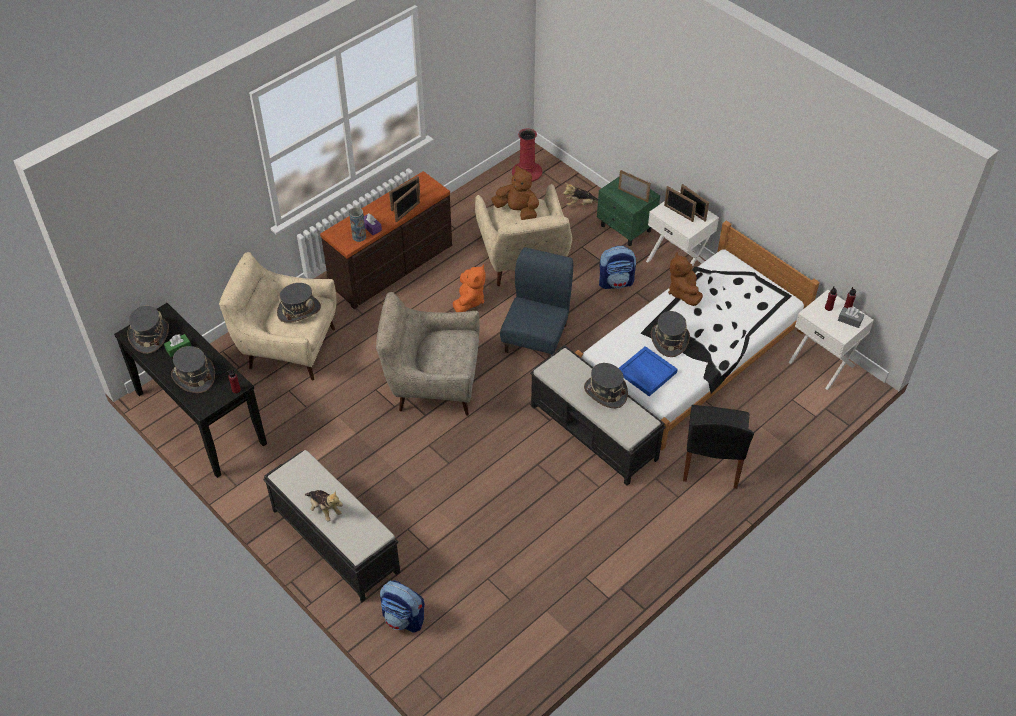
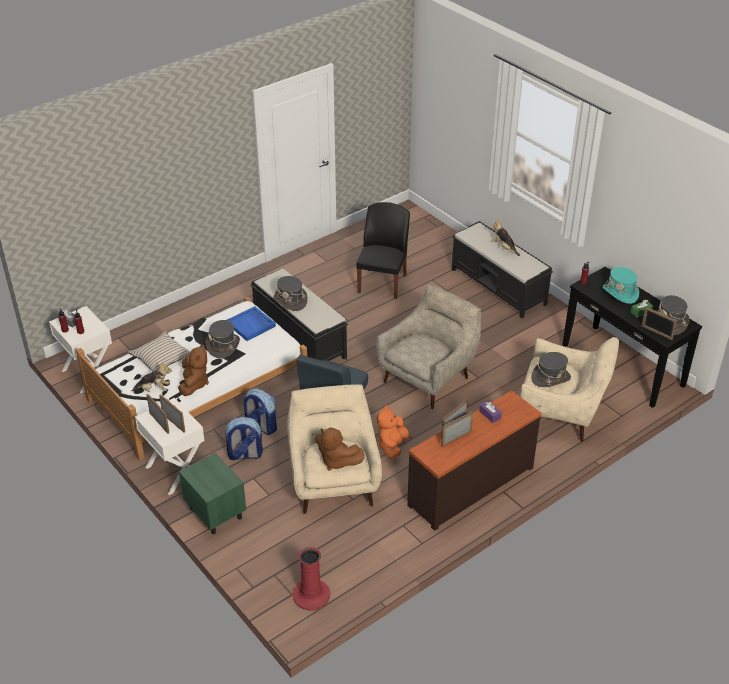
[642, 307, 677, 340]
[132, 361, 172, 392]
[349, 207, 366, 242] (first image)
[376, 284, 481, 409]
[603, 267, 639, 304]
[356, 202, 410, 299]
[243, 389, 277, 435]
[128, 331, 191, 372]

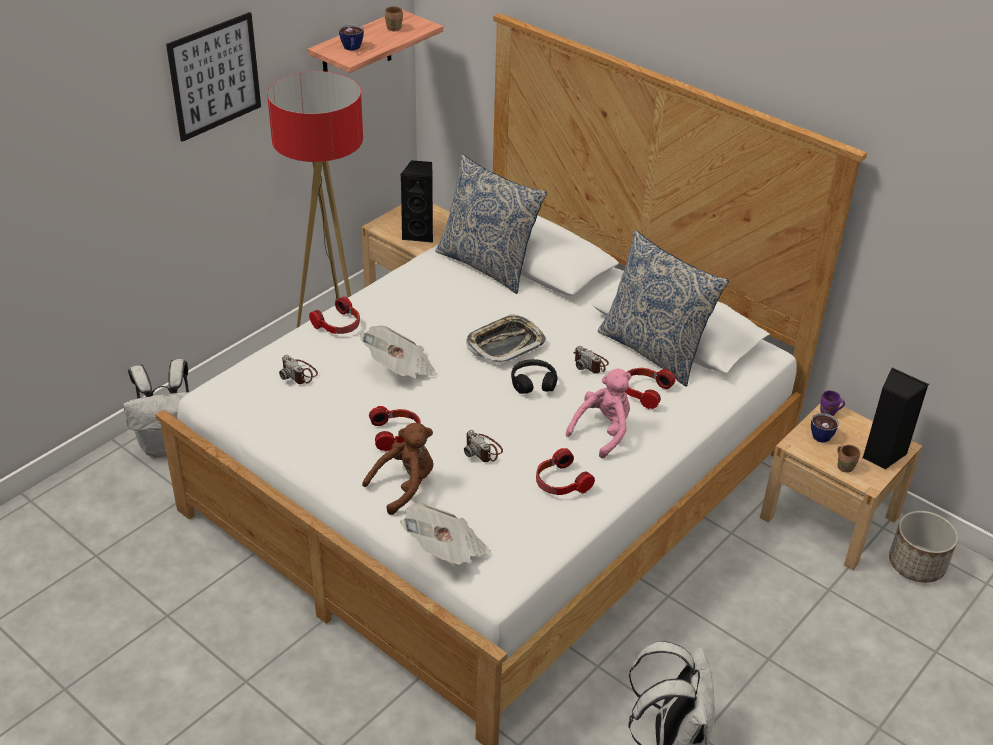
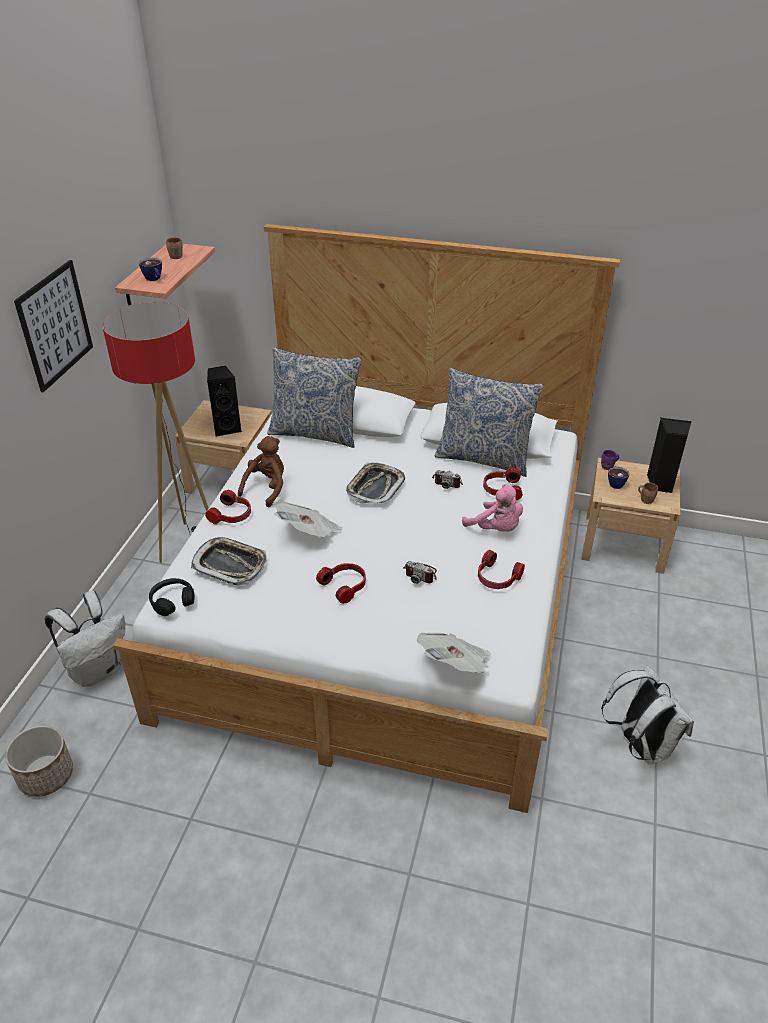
[191, 537, 266, 586]
[149, 578, 195, 616]
[462, 484, 523, 532]
[238, 436, 284, 507]
[5, 725, 73, 797]

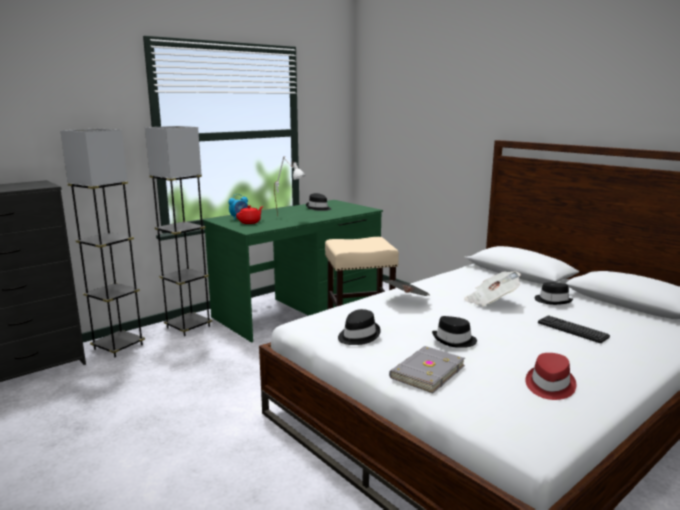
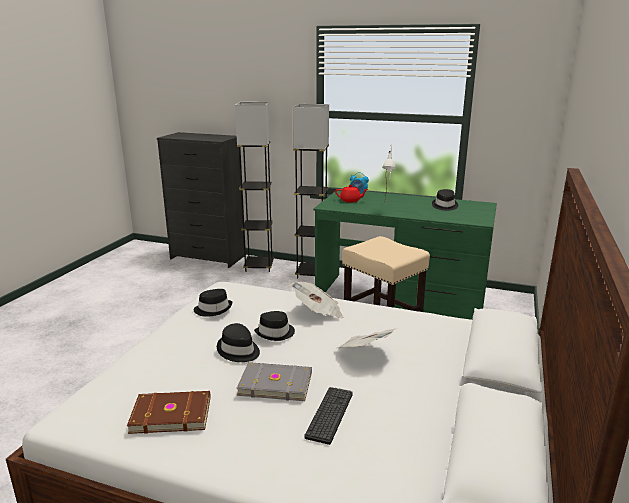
[254, 311, 295, 341]
[237, 362, 312, 401]
[127, 391, 210, 434]

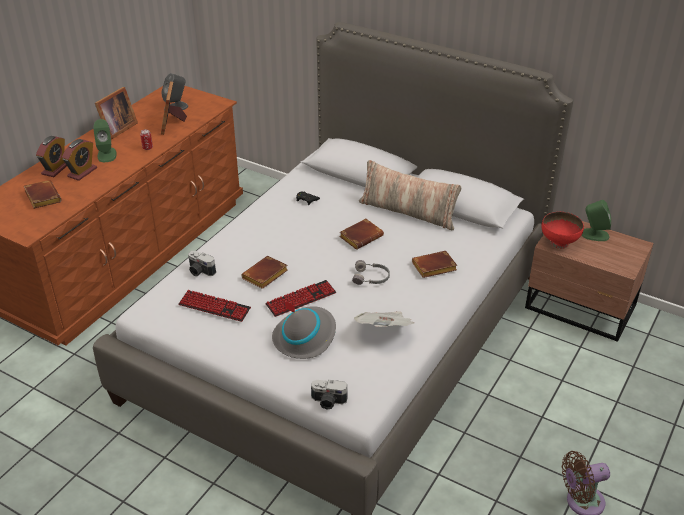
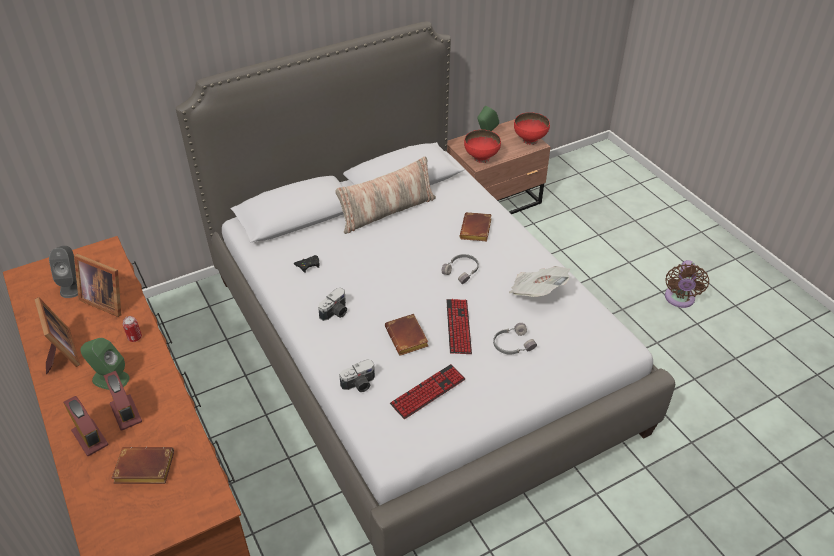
[339, 219, 384, 250] (first image)
[493, 323, 537, 355]
[318, 288, 347, 321]
[514, 112, 550, 145]

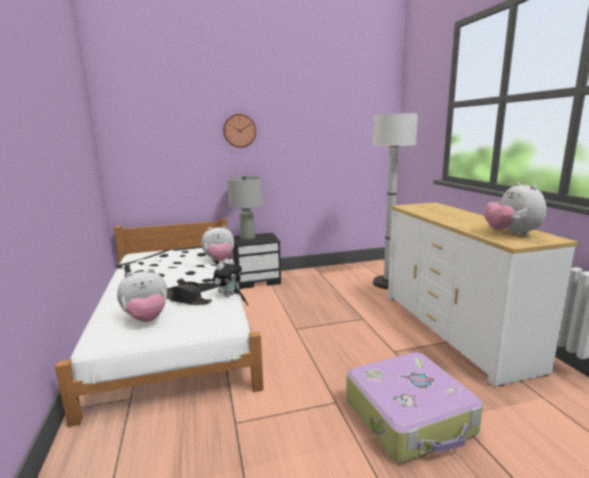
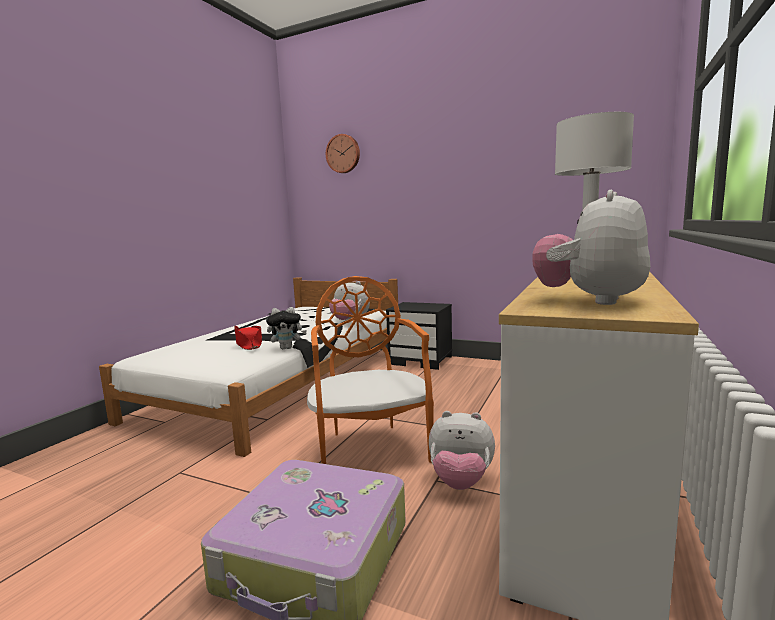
[326, 134, 360, 173]
[227, 176, 263, 240] (first image)
[429, 411, 495, 490]
[234, 326, 262, 350]
[307, 276, 434, 464]

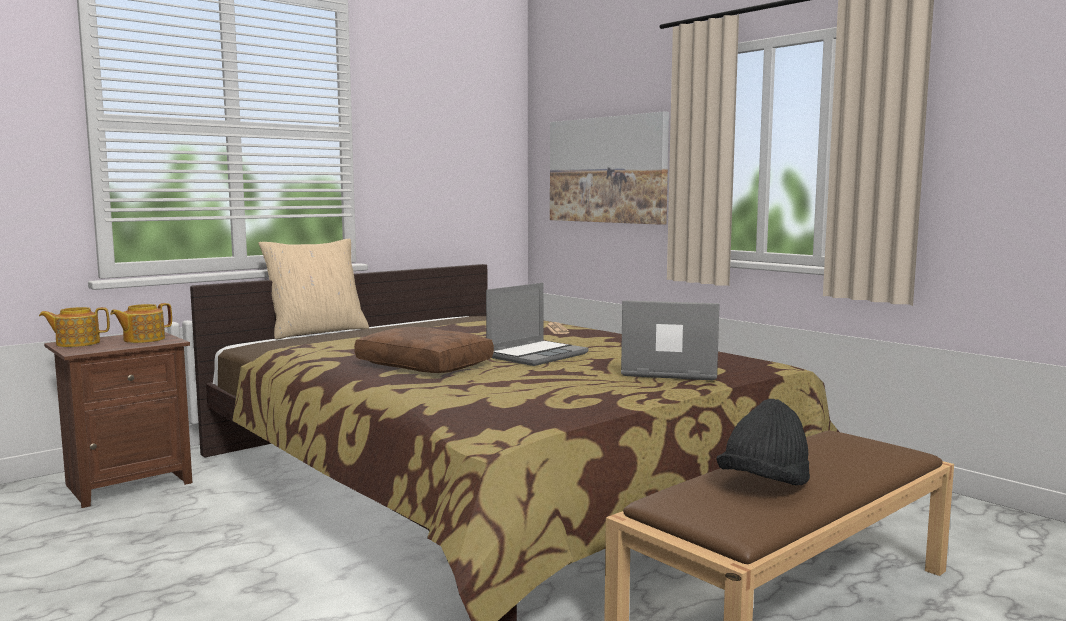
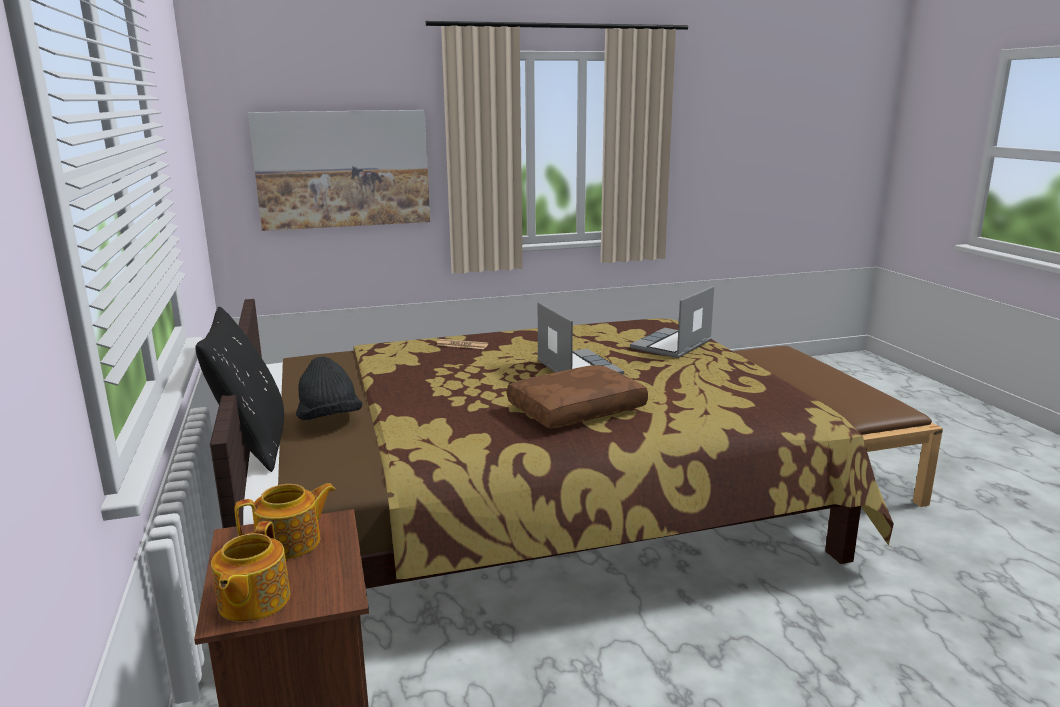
[195, 307, 284, 472]
[234, 483, 336, 559]
[296, 356, 363, 420]

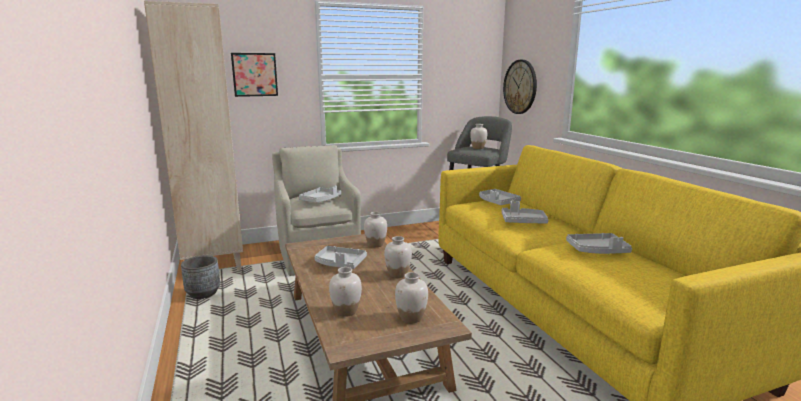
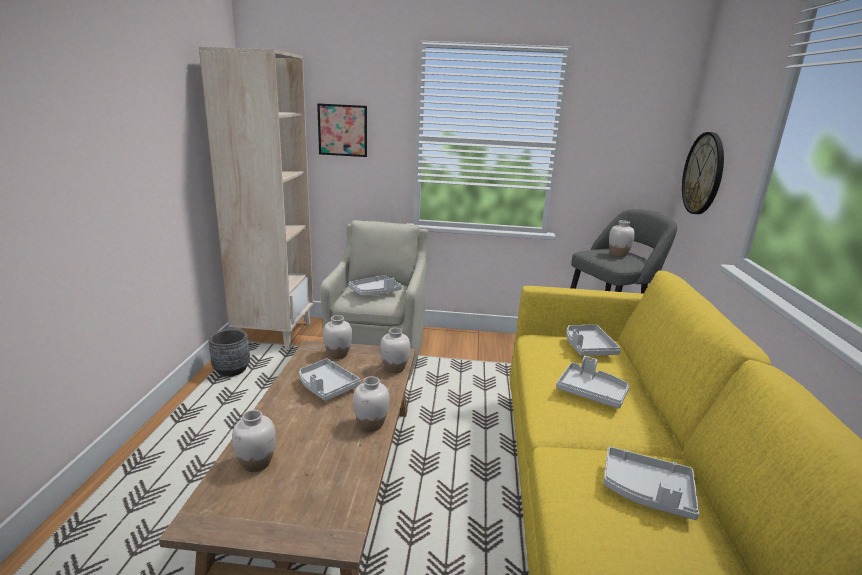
[323, 315, 352, 359]

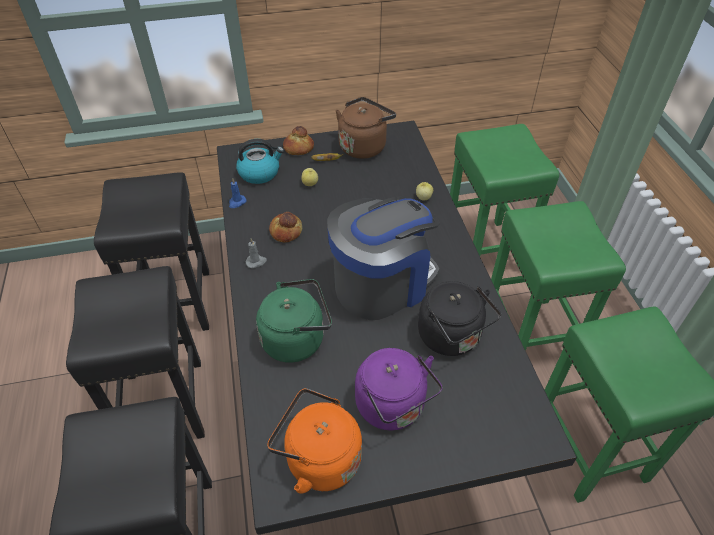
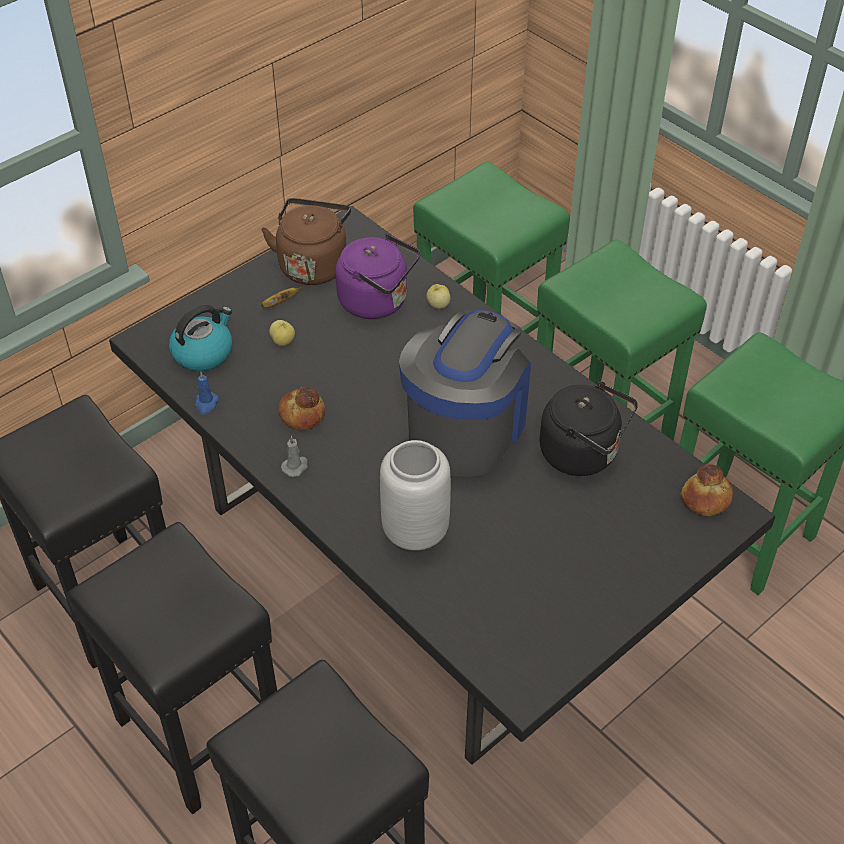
[681, 464, 733, 516]
[380, 440, 451, 551]
[335, 234, 421, 319]
[267, 388, 362, 494] (first image)

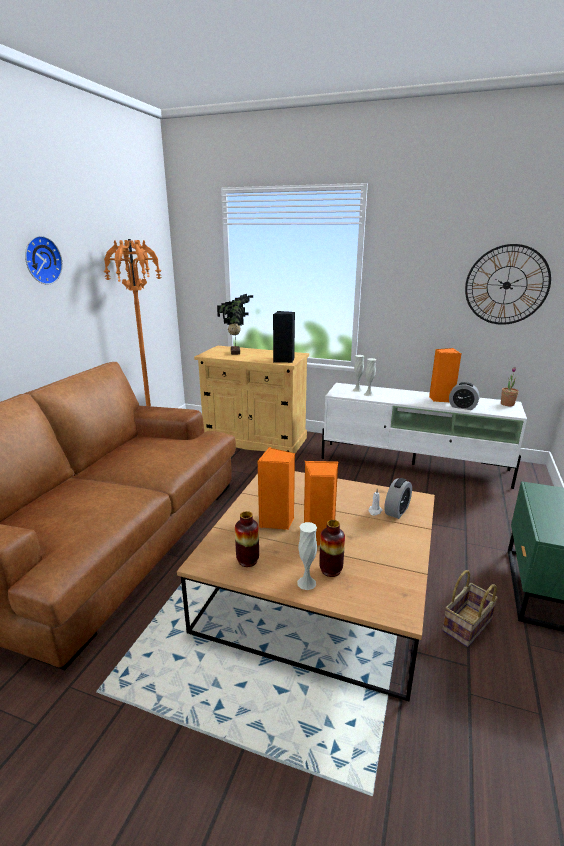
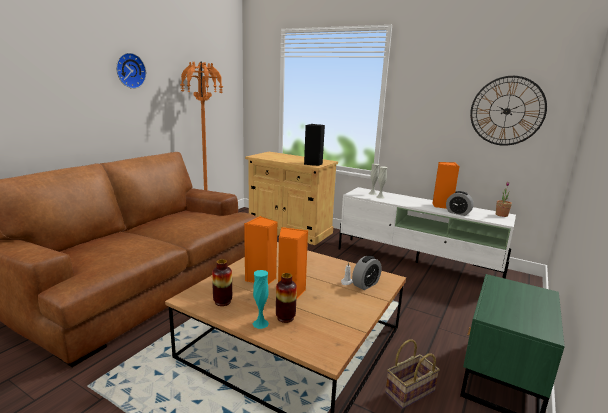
[217, 294, 253, 355] (first image)
[253, 270, 269, 329]

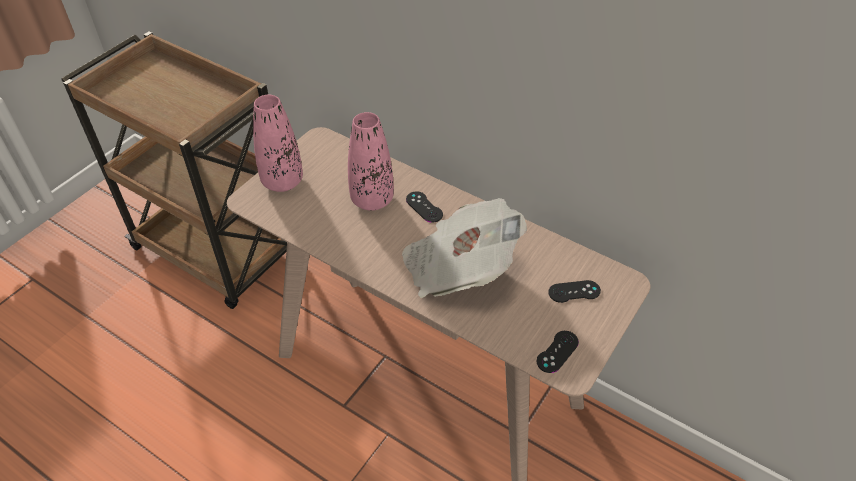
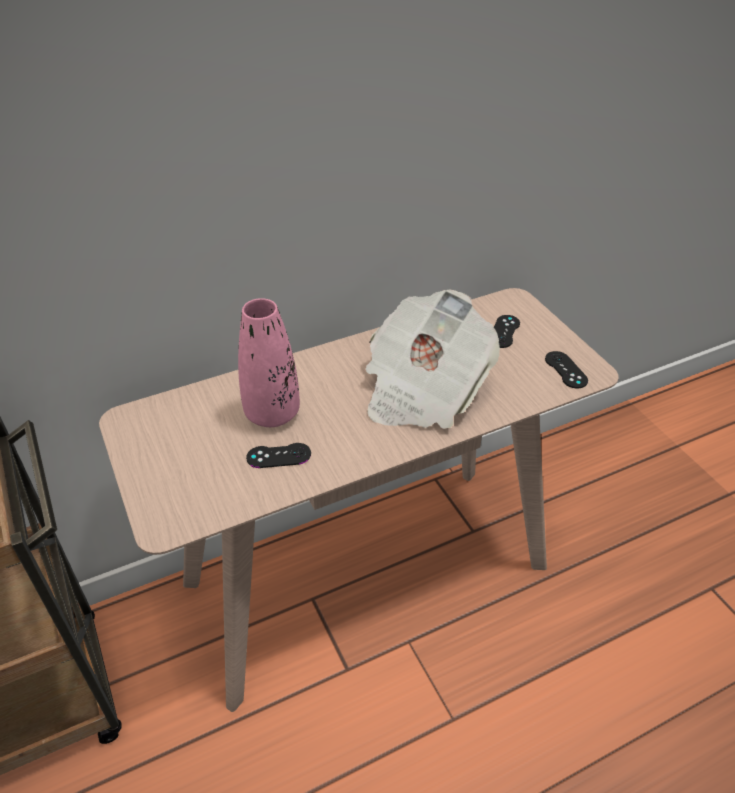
[253, 95, 303, 192] (first image)
[246, 443, 311, 468]

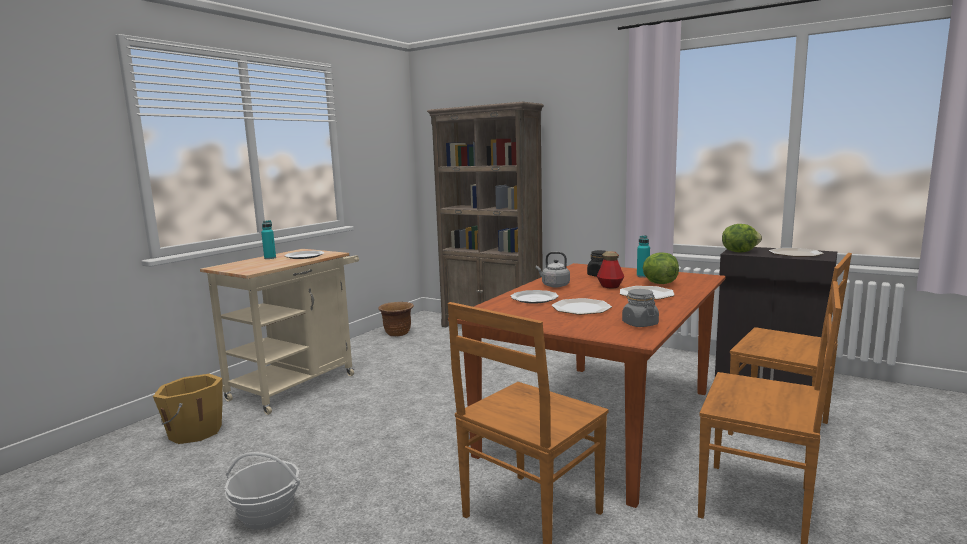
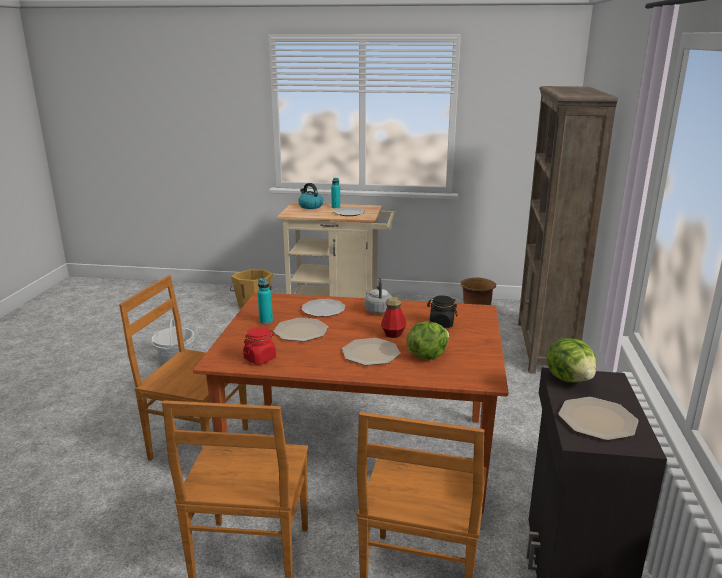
[258, 278, 273, 324]
[243, 327, 276, 365]
[298, 183, 323, 209]

